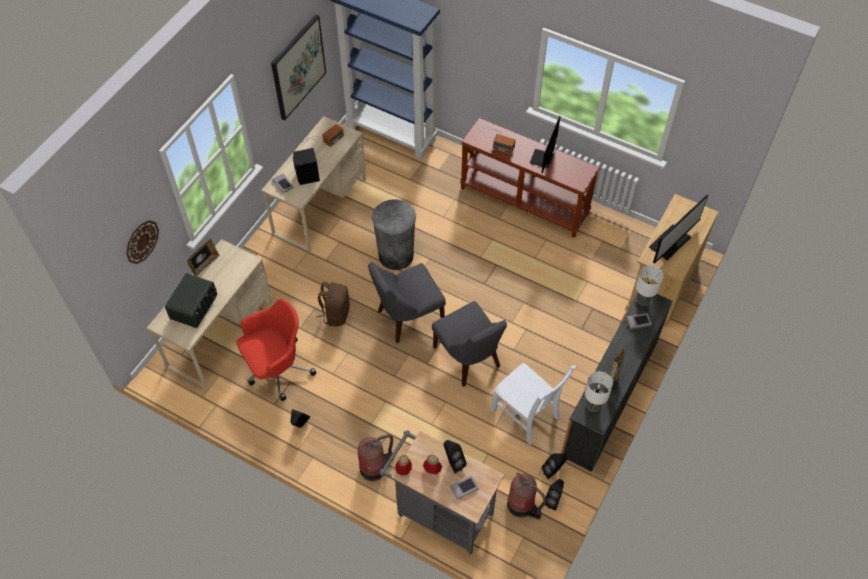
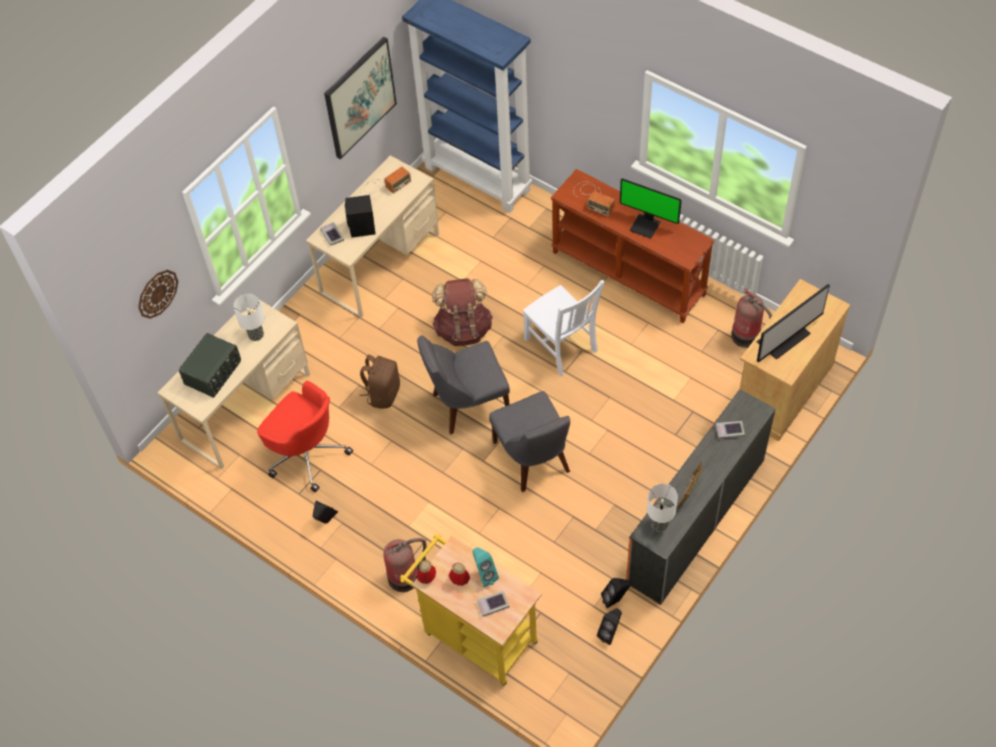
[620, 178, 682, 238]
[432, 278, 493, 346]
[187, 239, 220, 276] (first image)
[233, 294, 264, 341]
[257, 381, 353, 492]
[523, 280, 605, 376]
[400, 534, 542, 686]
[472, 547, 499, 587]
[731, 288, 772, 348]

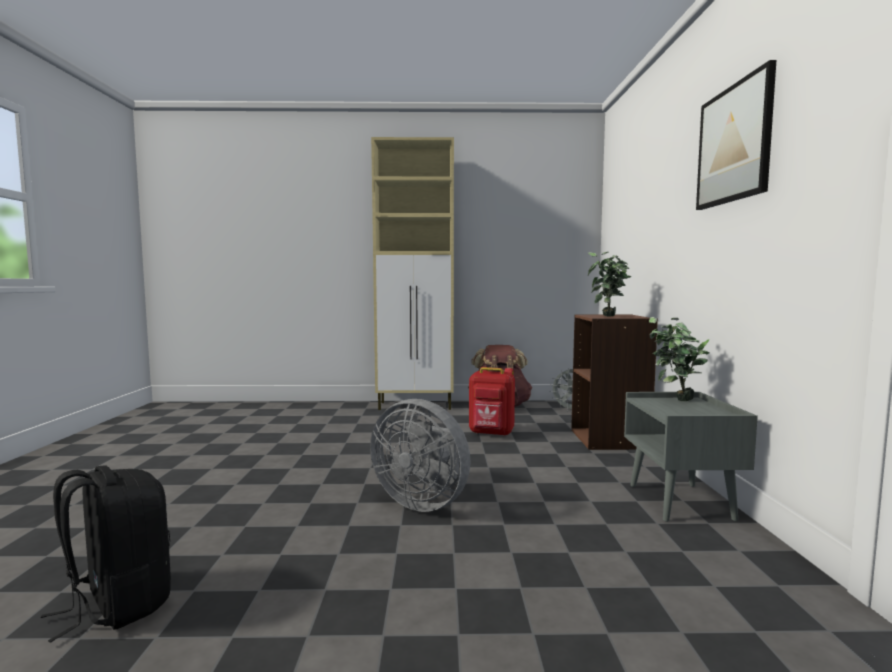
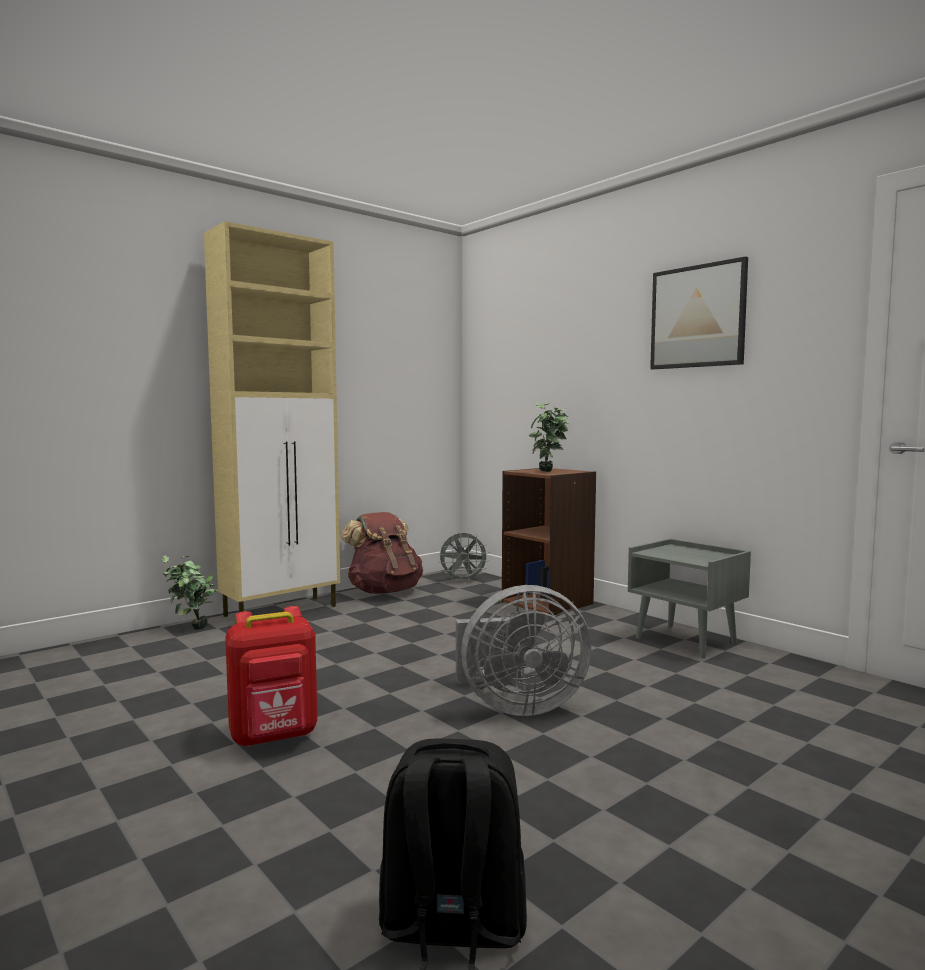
[162, 556, 216, 630]
[225, 606, 317, 747]

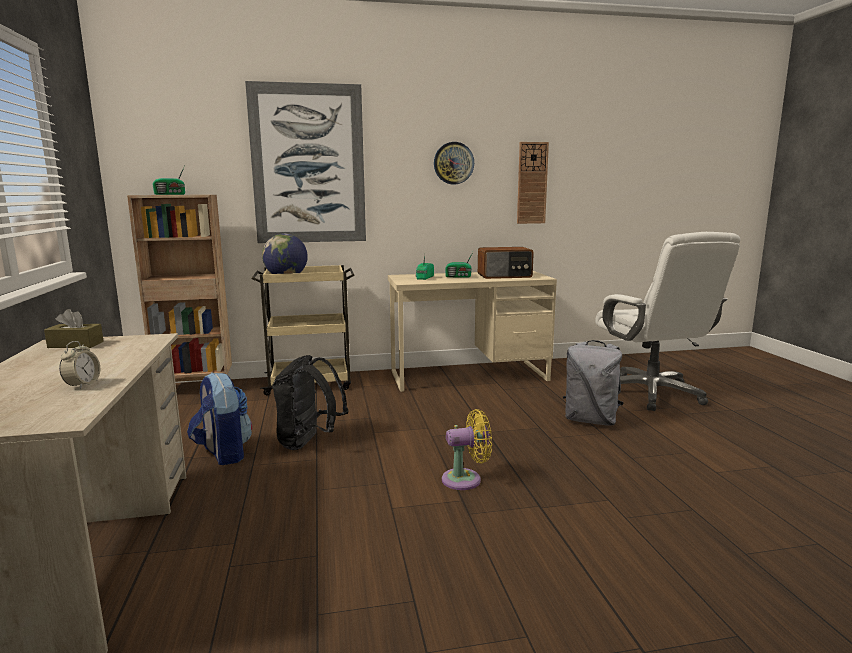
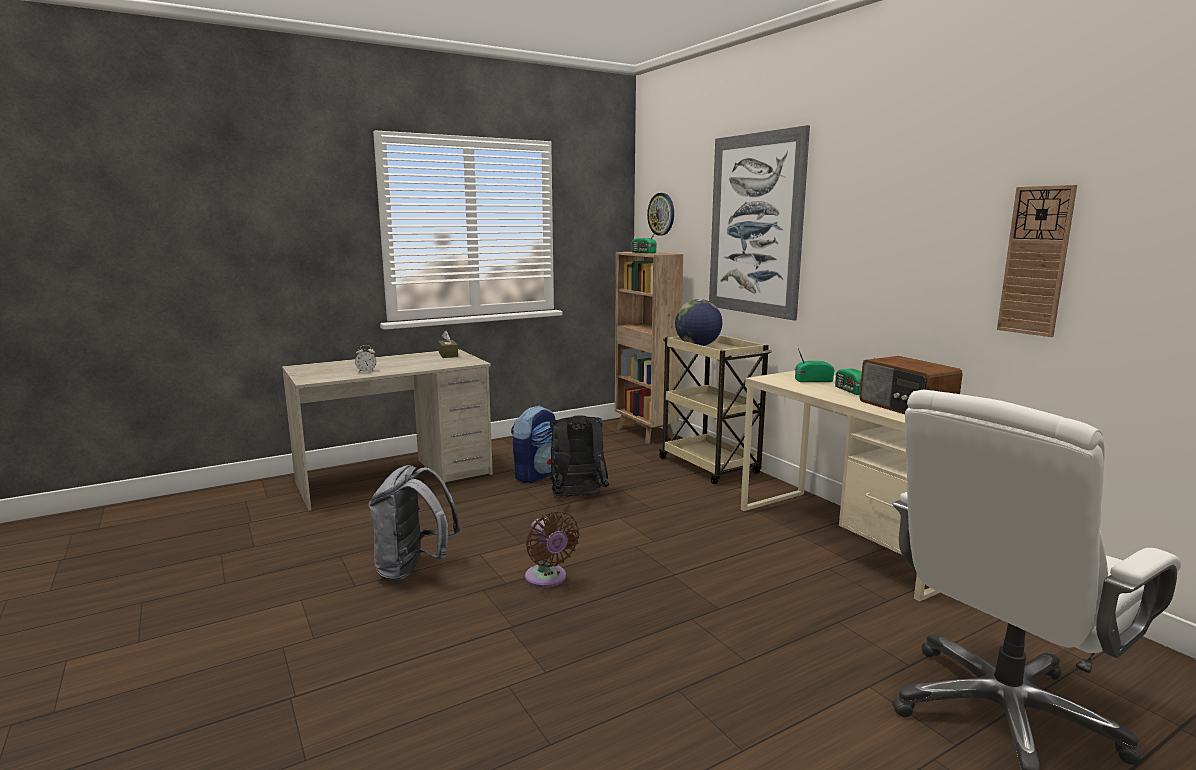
[647, 193, 674, 236]
[368, 465, 460, 582]
[525, 511, 580, 588]

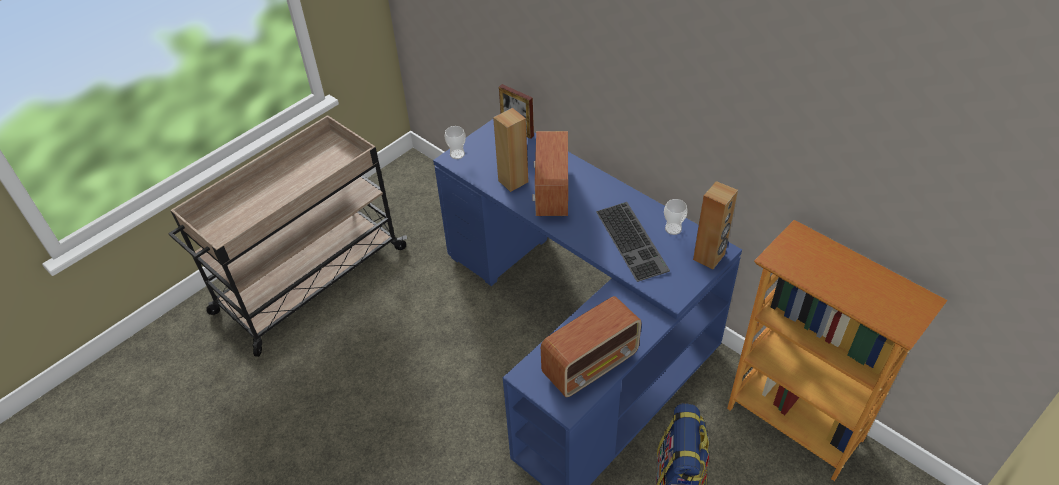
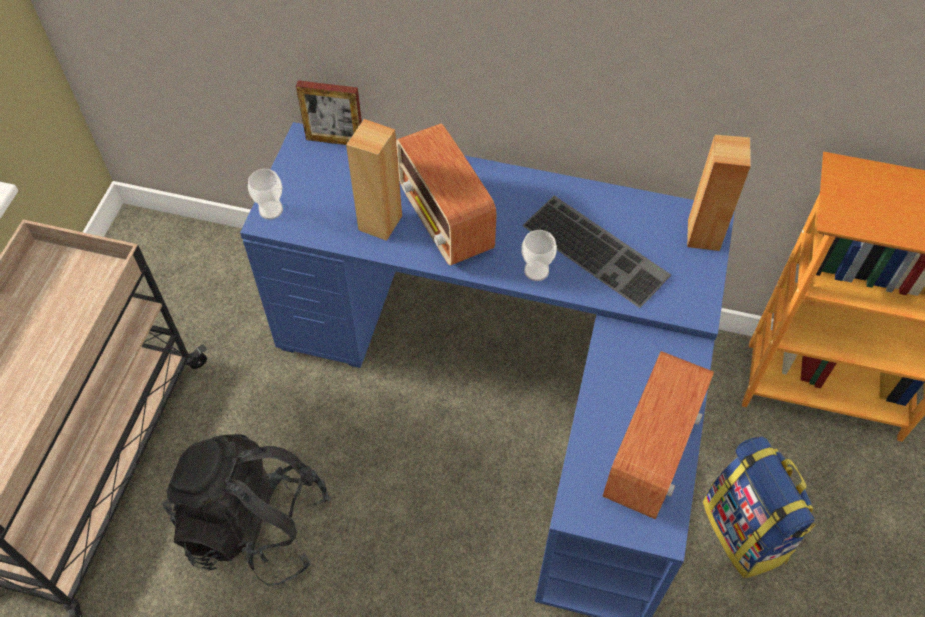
[521, 230, 557, 281]
[162, 434, 331, 586]

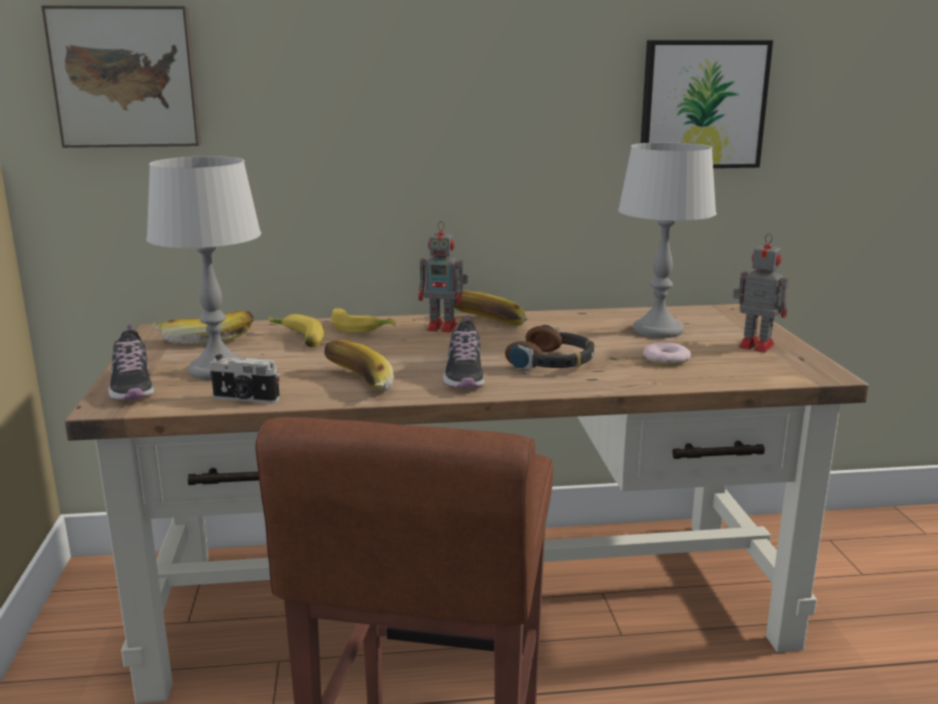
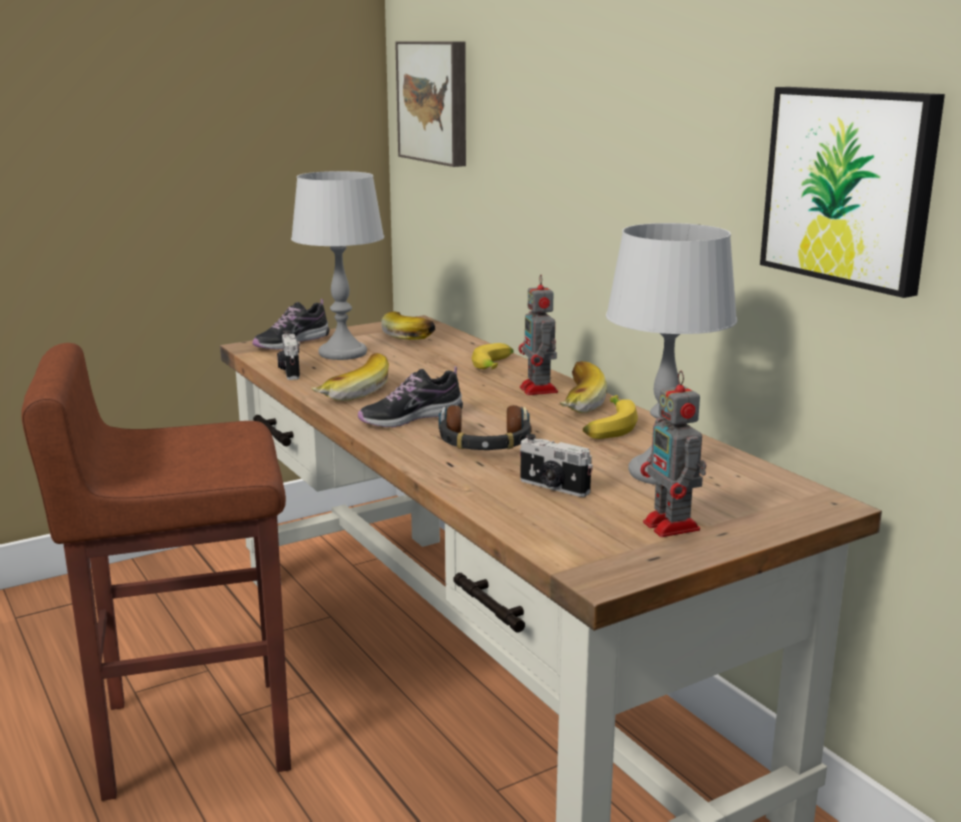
[641, 371, 706, 537]
[583, 395, 638, 439]
[520, 434, 593, 497]

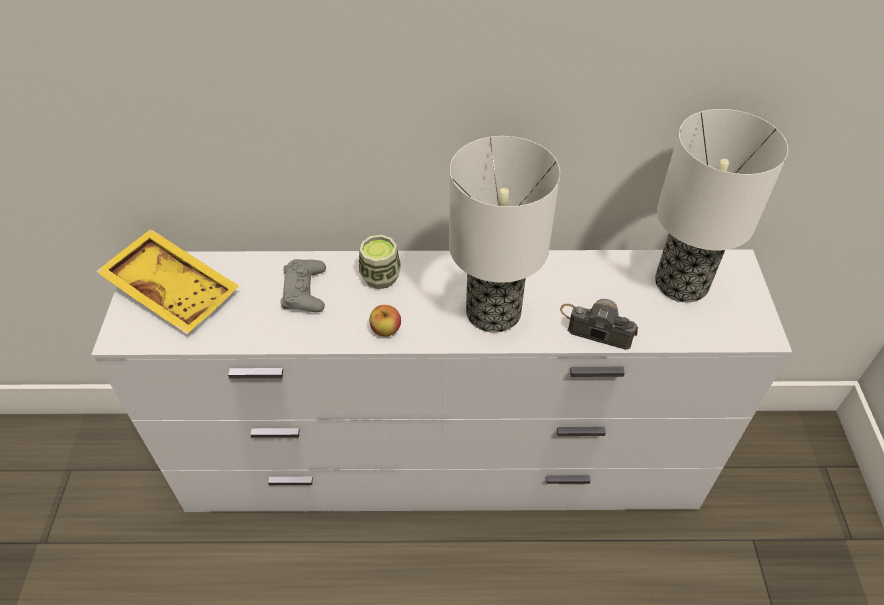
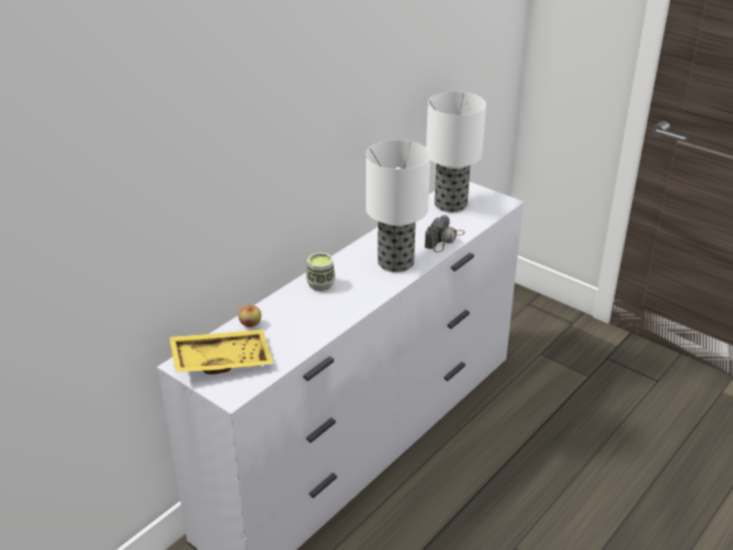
[281, 259, 326, 312] (first image)
[425, 215, 465, 252]
[238, 305, 261, 327]

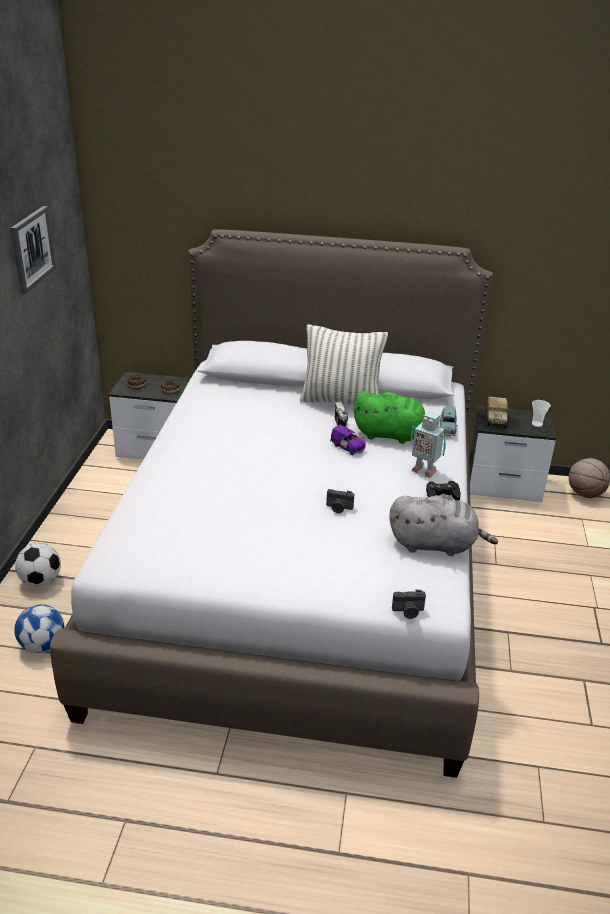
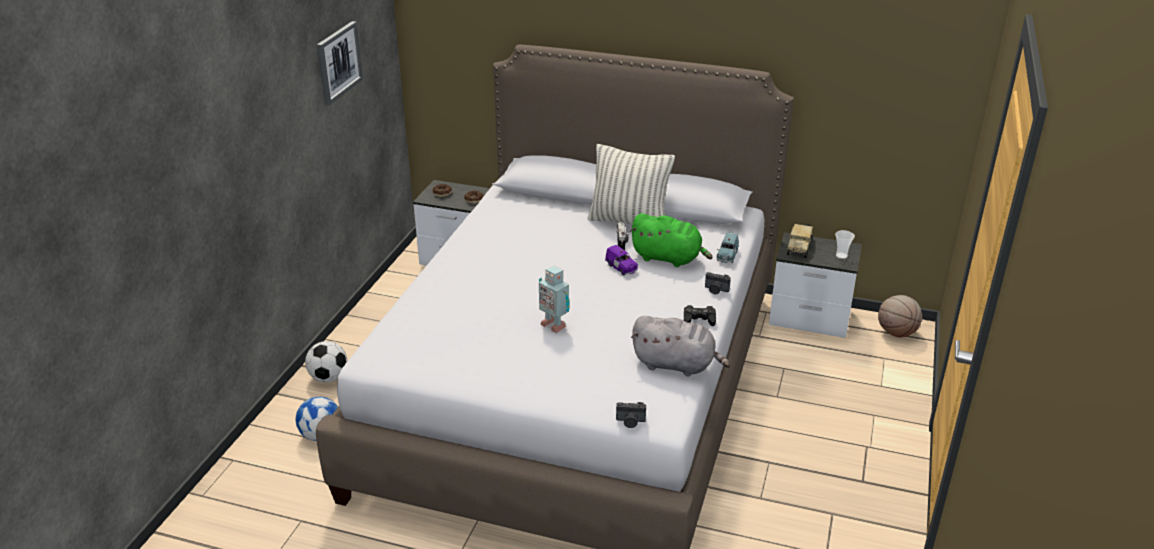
[539, 266, 570, 333]
[705, 272, 731, 294]

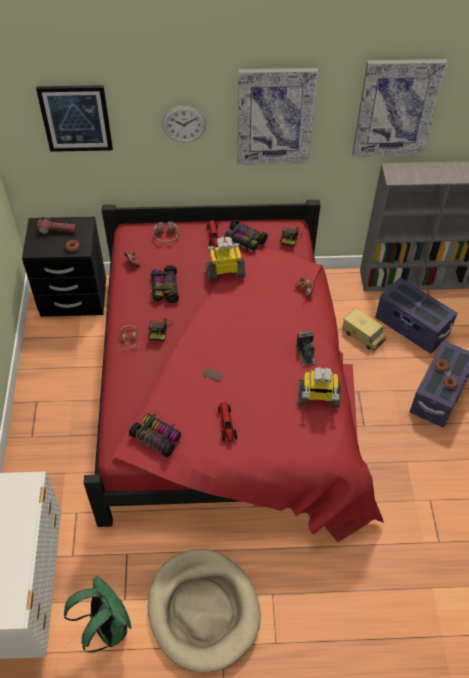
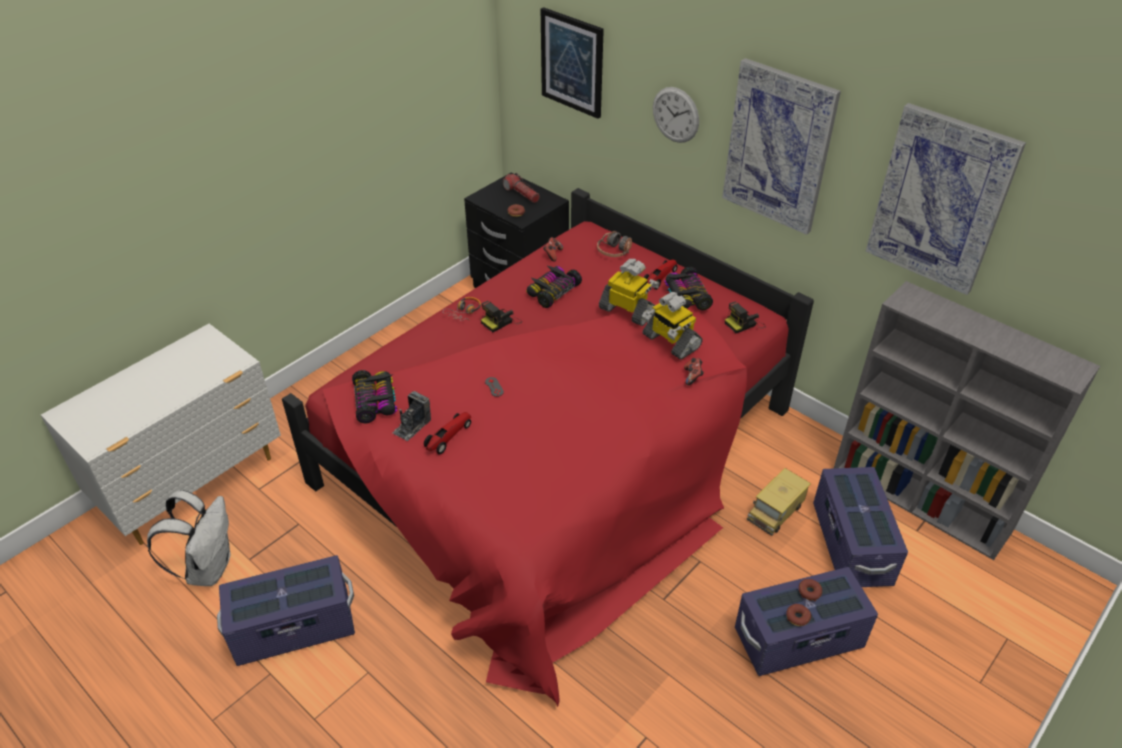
[747, 468, 811, 536]
[393, 391, 431, 441]
[642, 292, 702, 360]
[217, 555, 355, 666]
[147, 490, 231, 586]

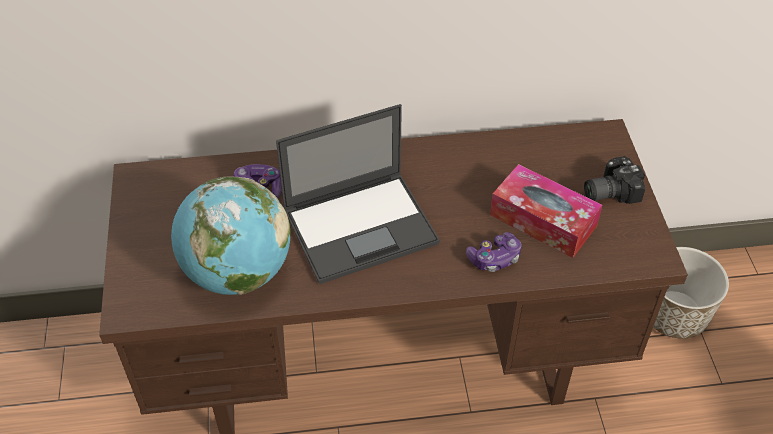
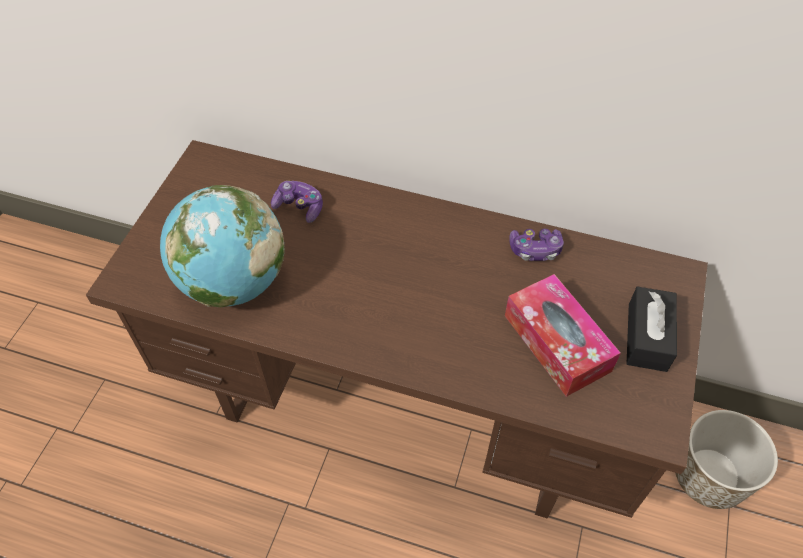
[276, 104, 440, 284] (first image)
[626, 287, 677, 372]
[509, 229, 564, 261]

